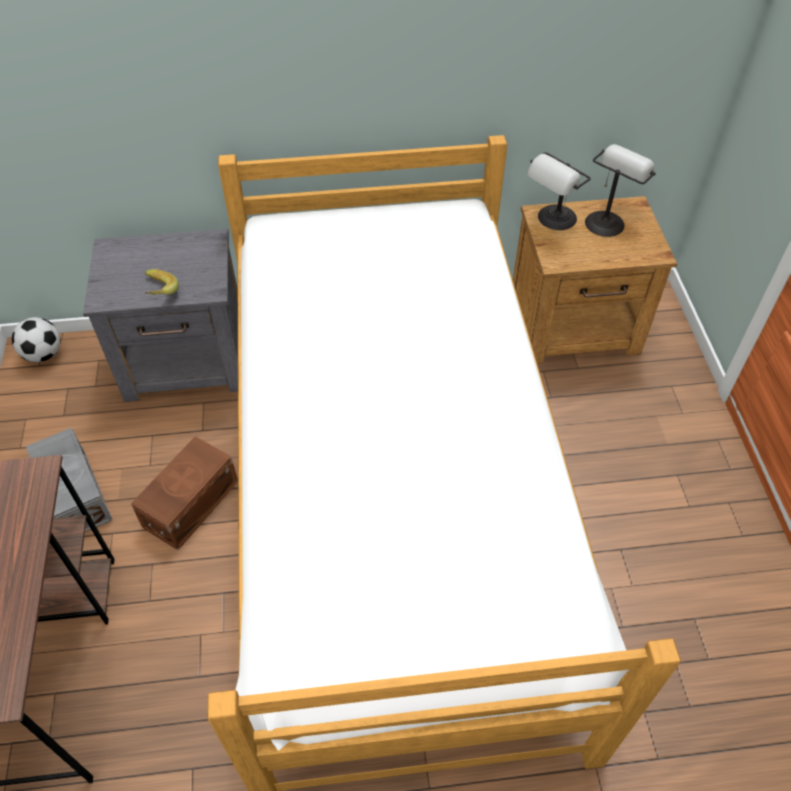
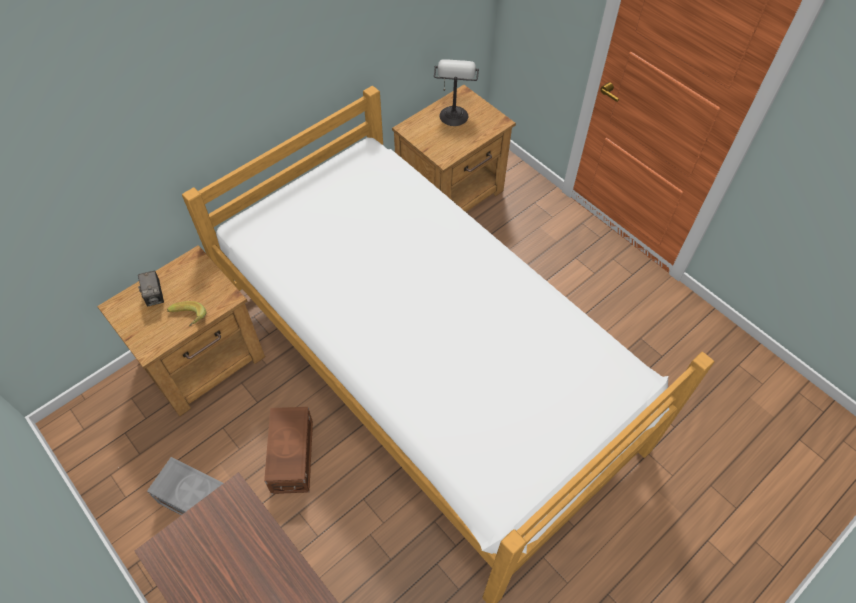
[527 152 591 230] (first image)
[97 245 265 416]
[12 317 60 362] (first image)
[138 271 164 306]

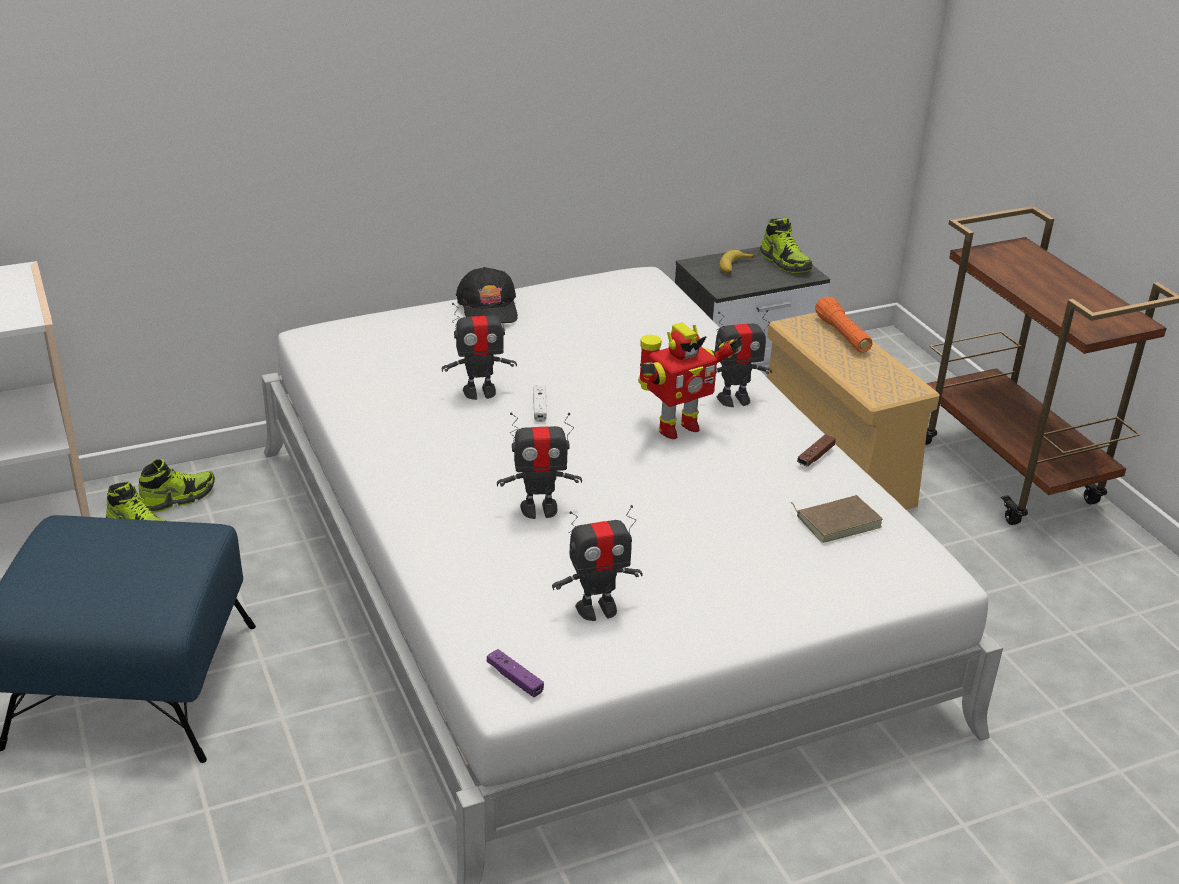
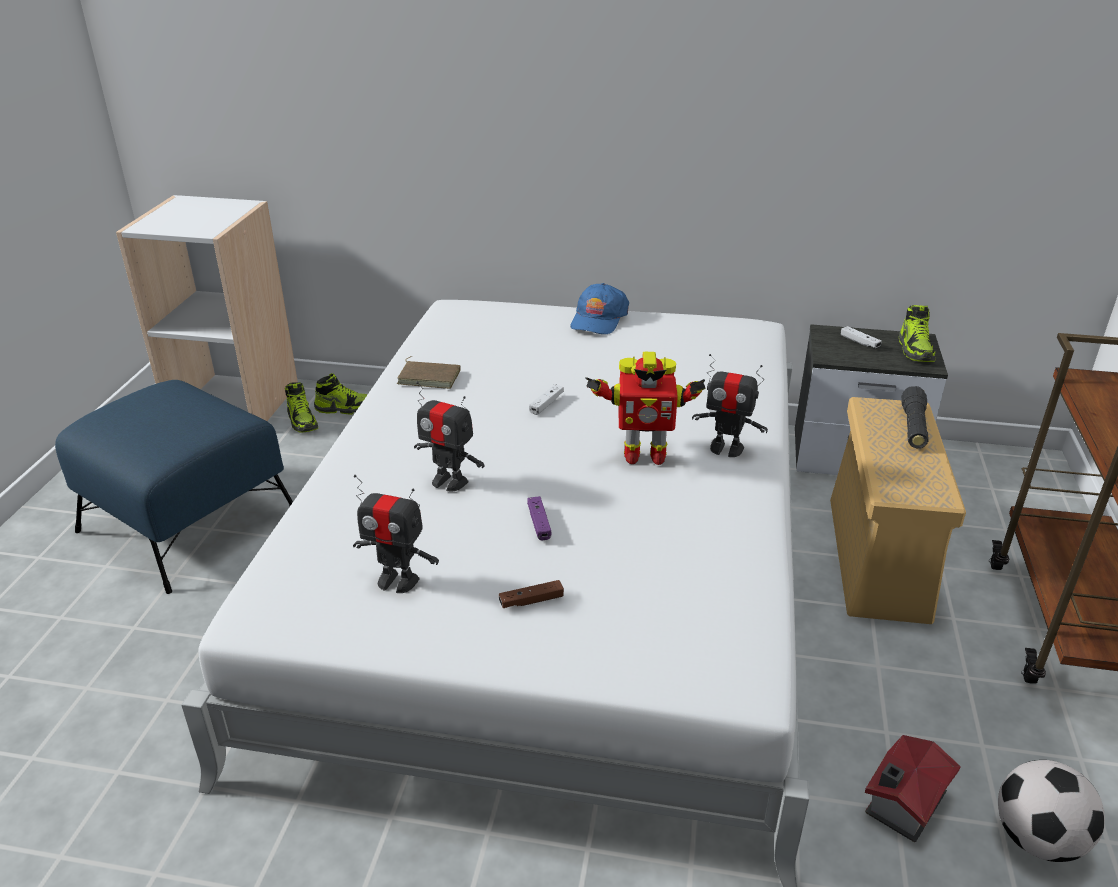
[841 326 882 348]
[571 283 629 334]
[901 386 929 448]
[441 302 517 400] (first image)
[499 580 564 608]
[397 356 461 389]
[527 496 551 540]
[865 735 961 842]
[998 760 1105 862]

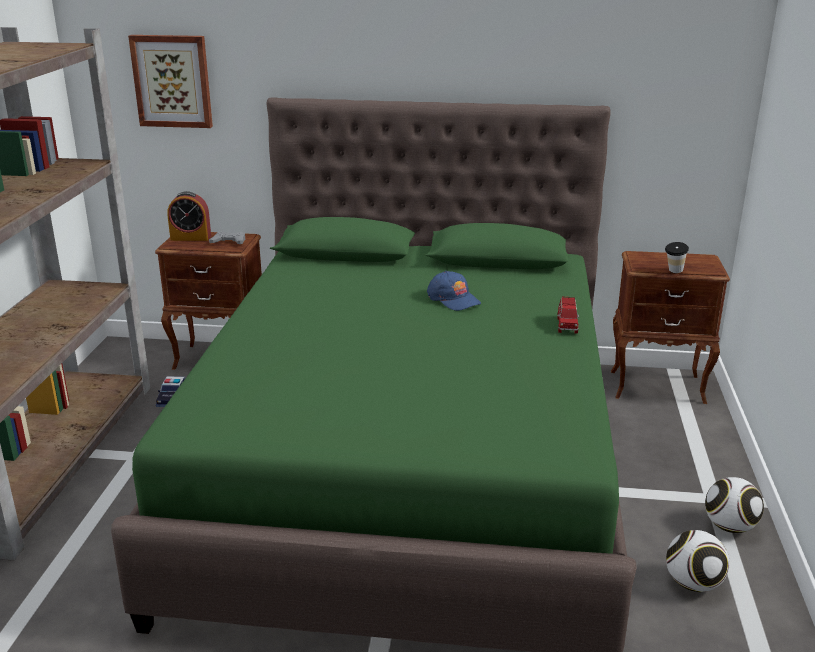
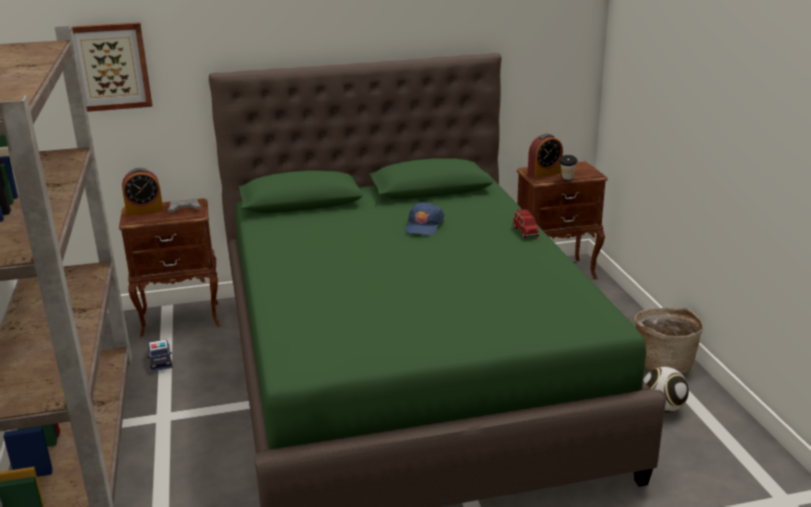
[405 202 444 236]
[634 308 703 374]
[528 134 563 178]

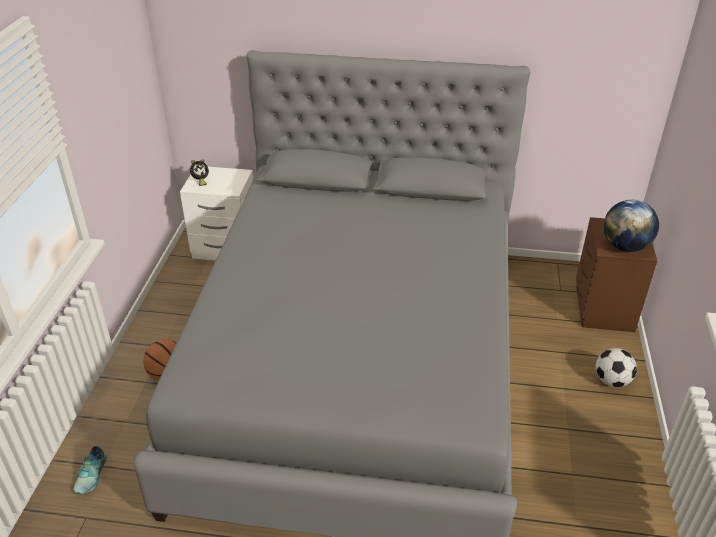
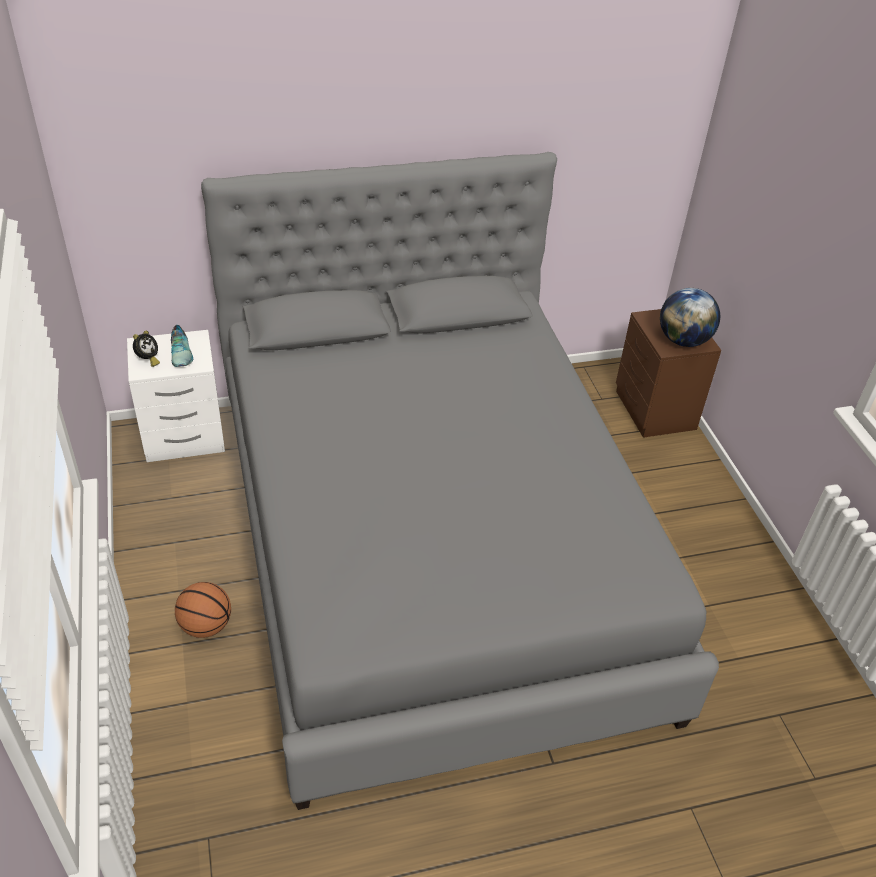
[596 348 637 387] (first image)
[171 325 193 367]

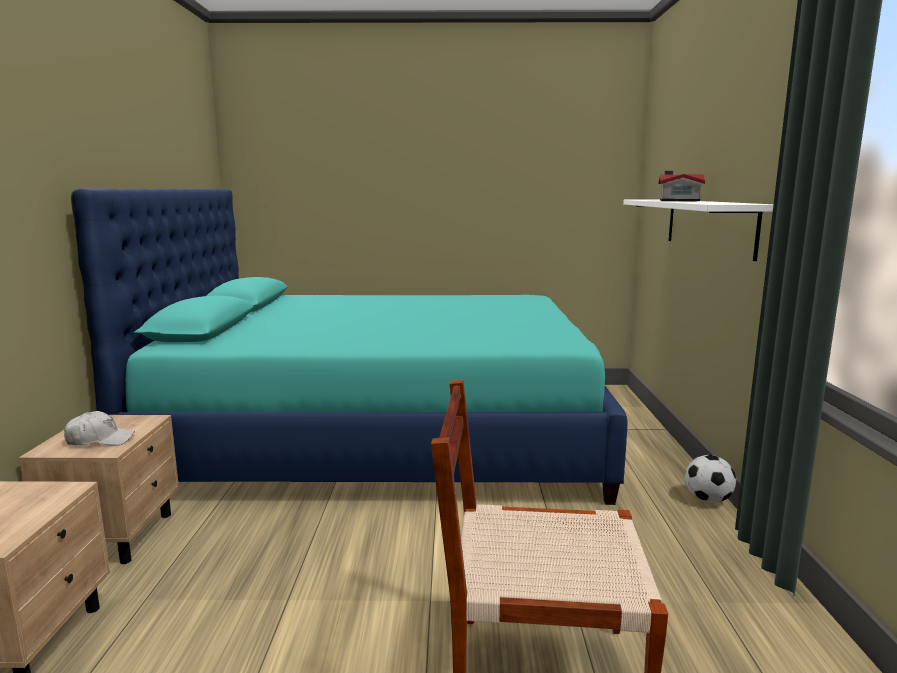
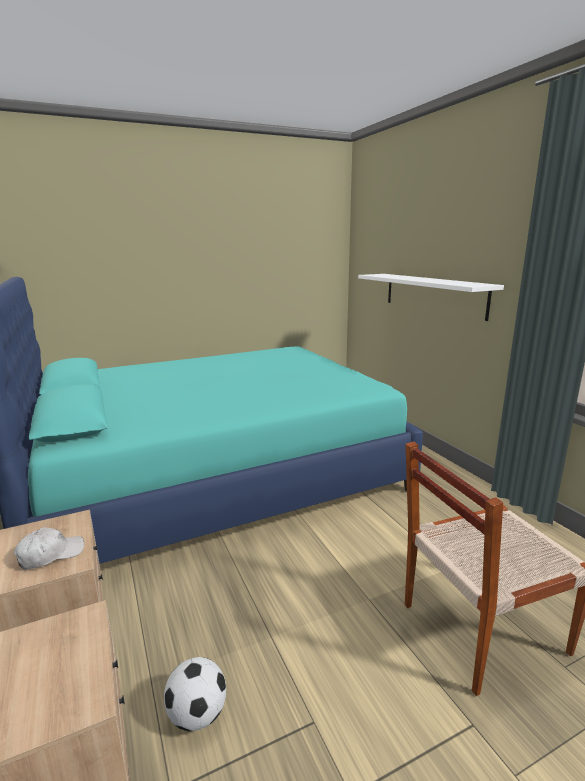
[659 171 705 201] (first image)
[164 657 226 731]

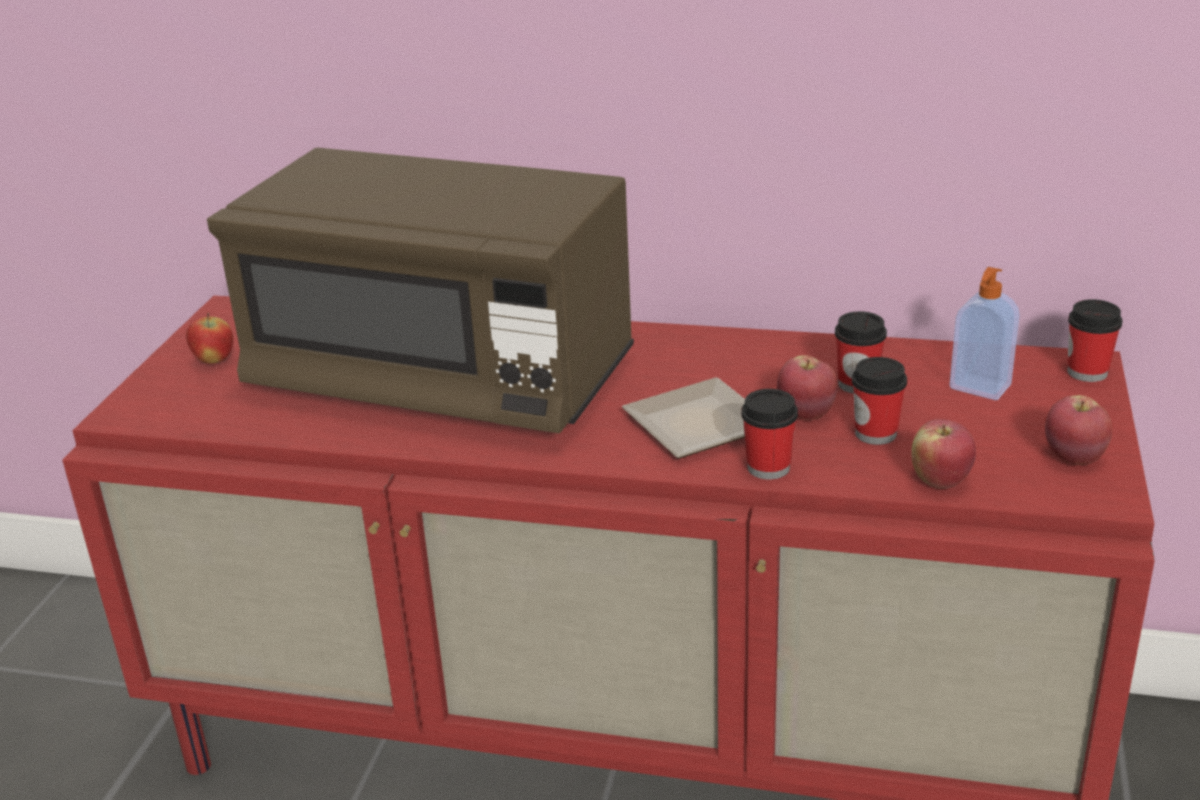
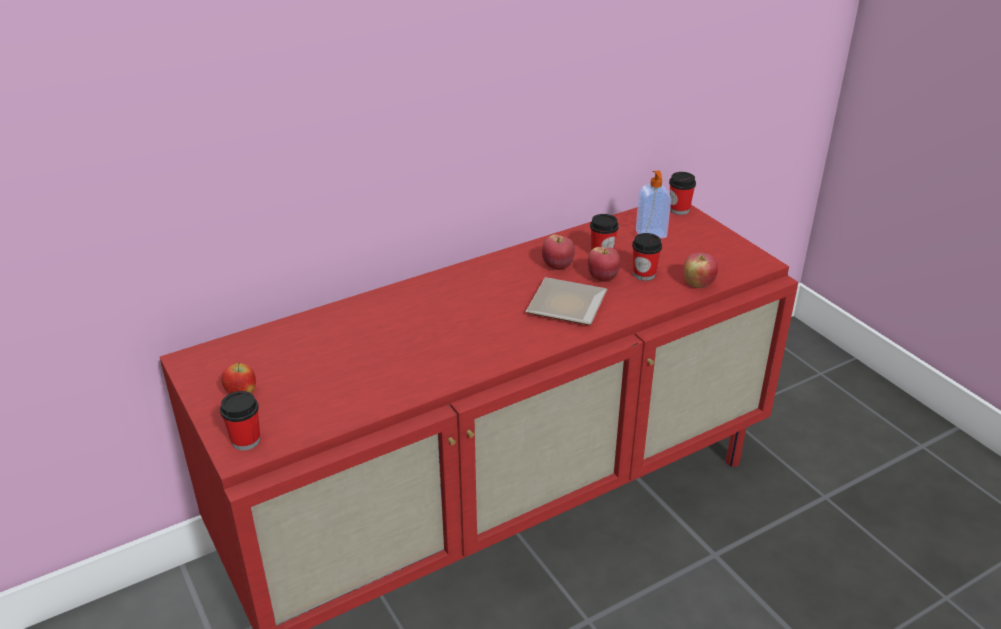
[207 148 634 433] (first image)
[220 391 260 450]
[542 235 575 270]

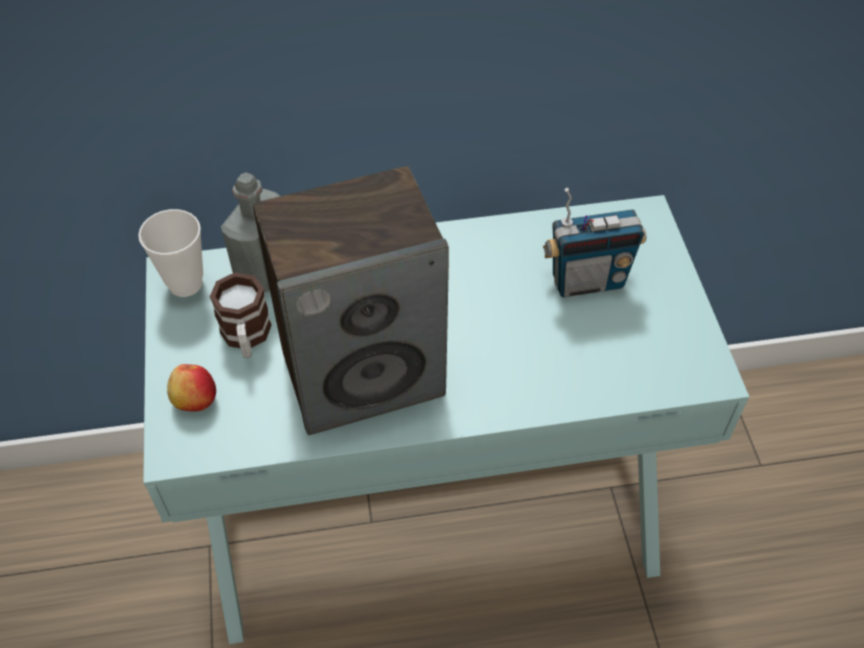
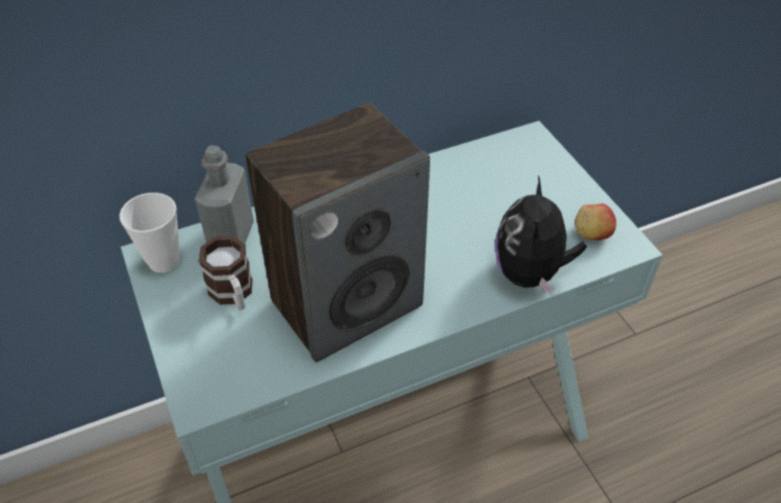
[543 188 647 297] (first image)
[575 204 616 240]
[495 176 587 295]

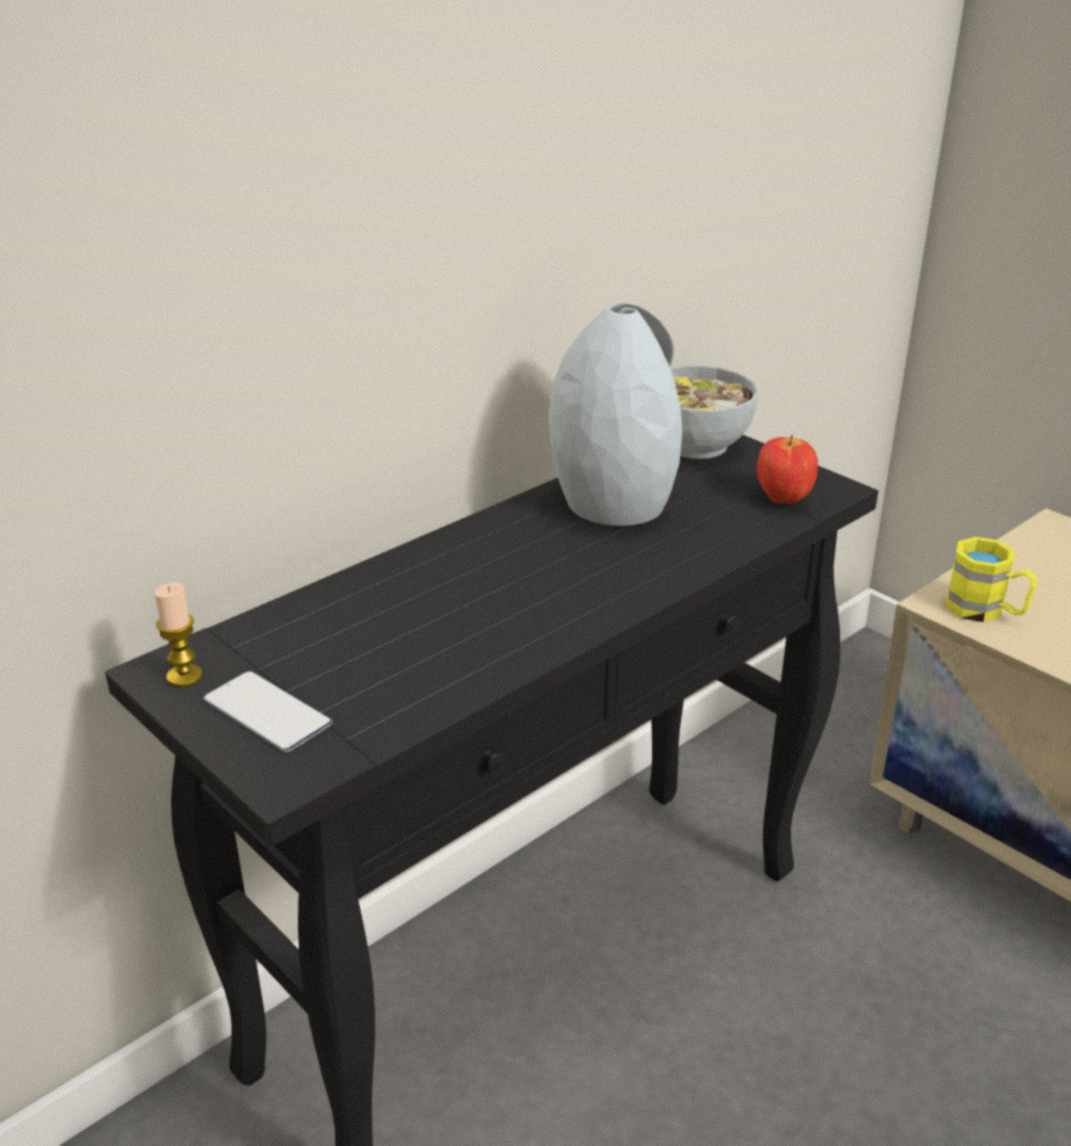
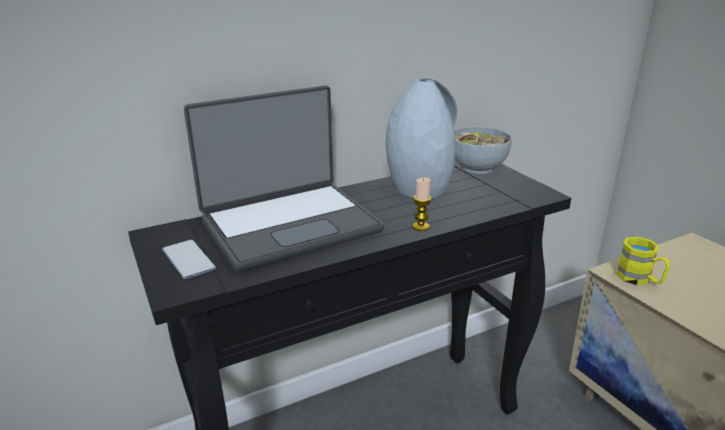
[757 435 818 504] (first image)
[412 178 432 231]
[184 85 384 272]

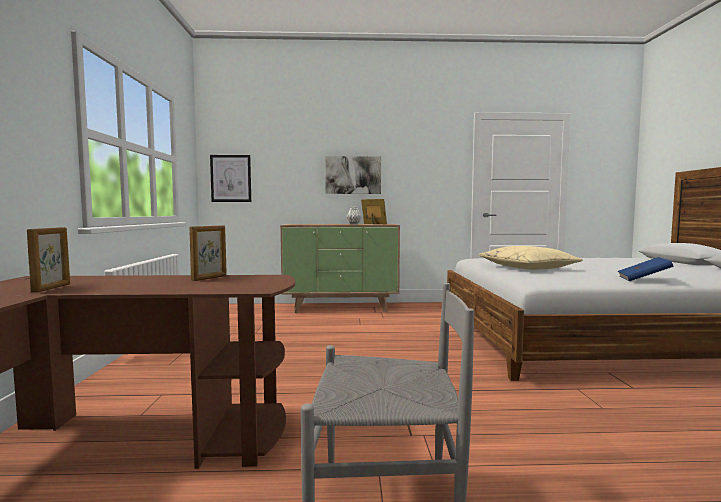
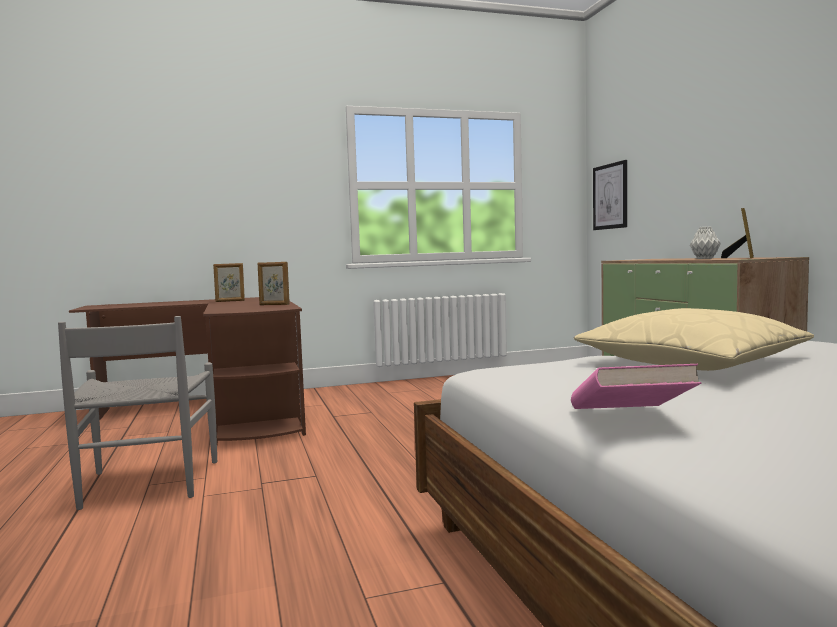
[325 156 381 194] (first image)
[571 364 701 409]

